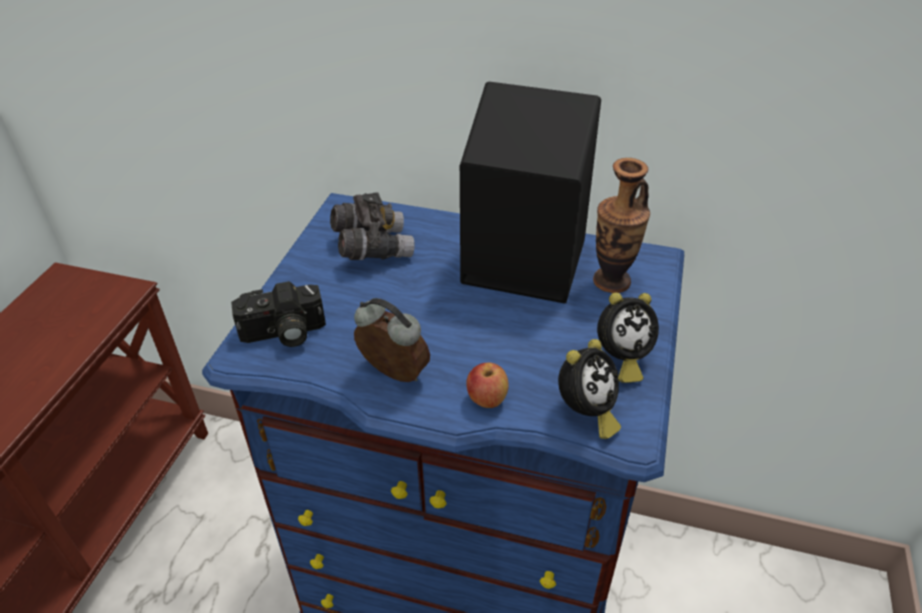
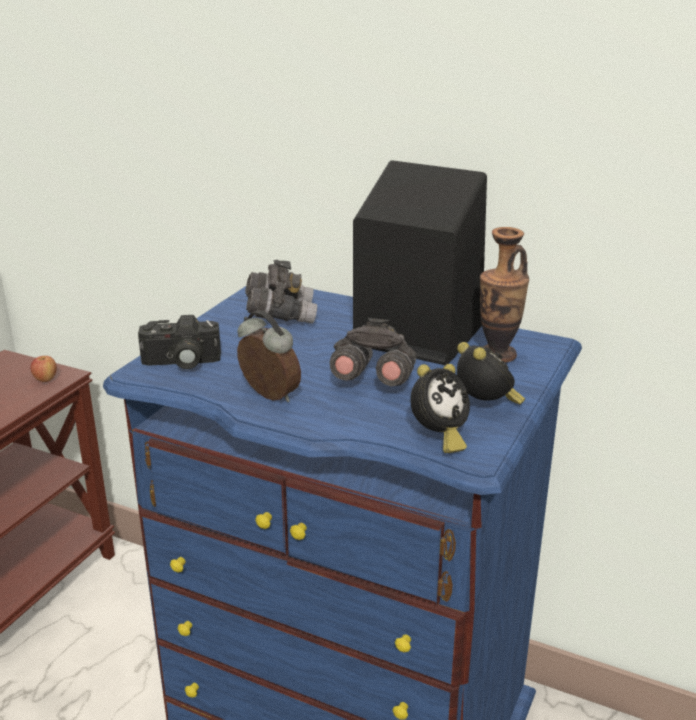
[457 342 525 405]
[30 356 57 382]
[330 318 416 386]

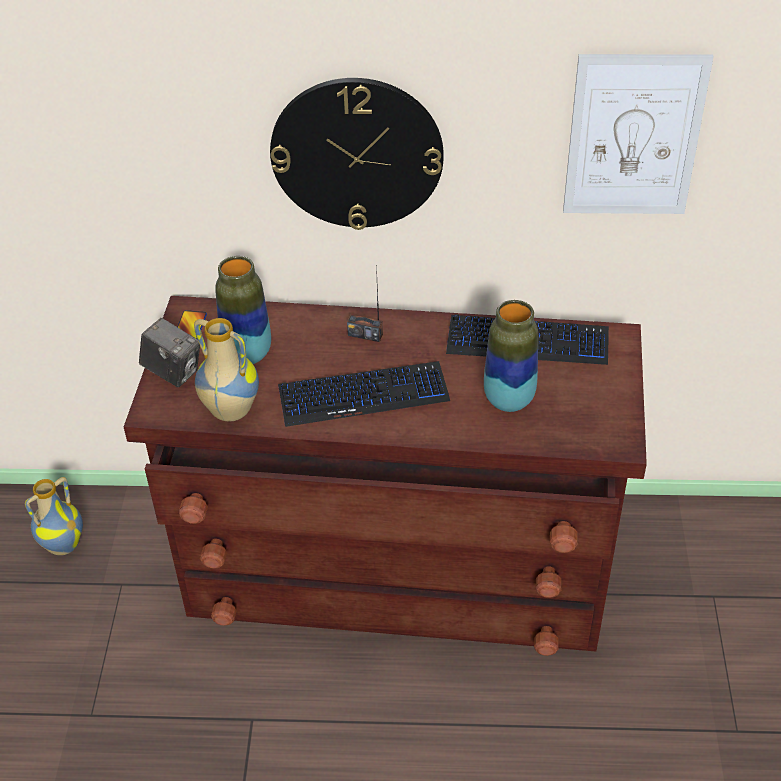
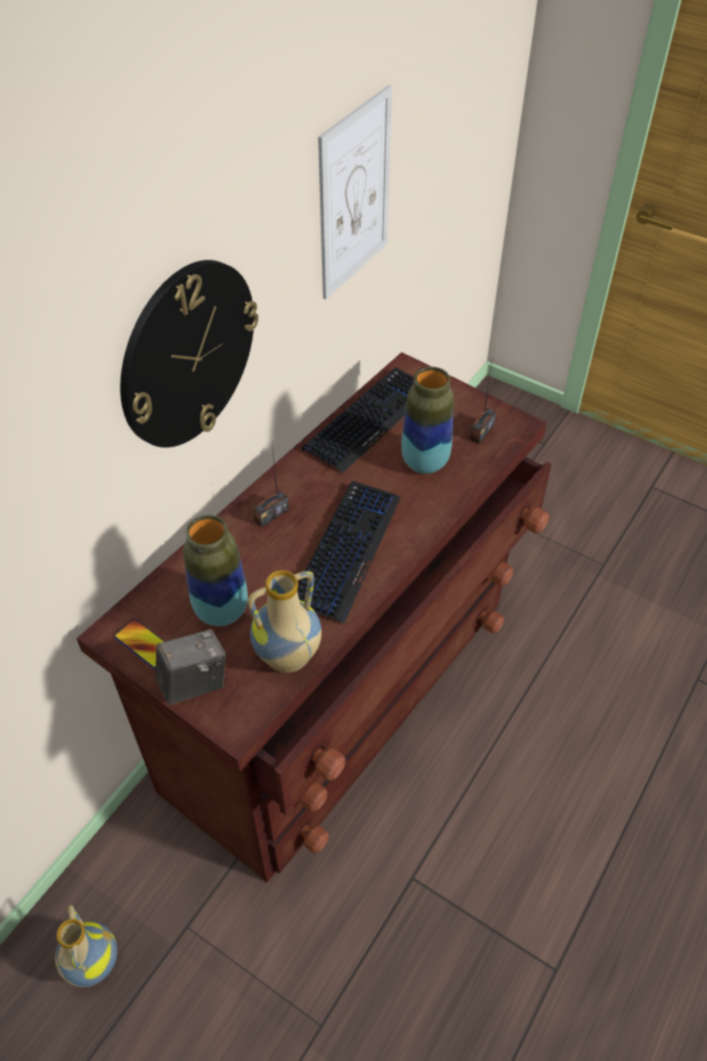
[469 356 496 444]

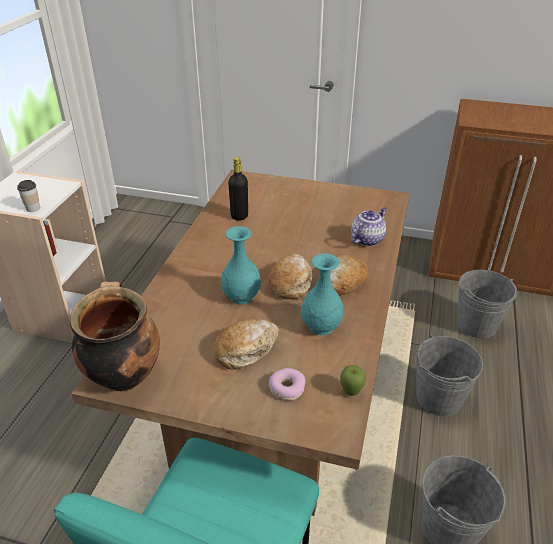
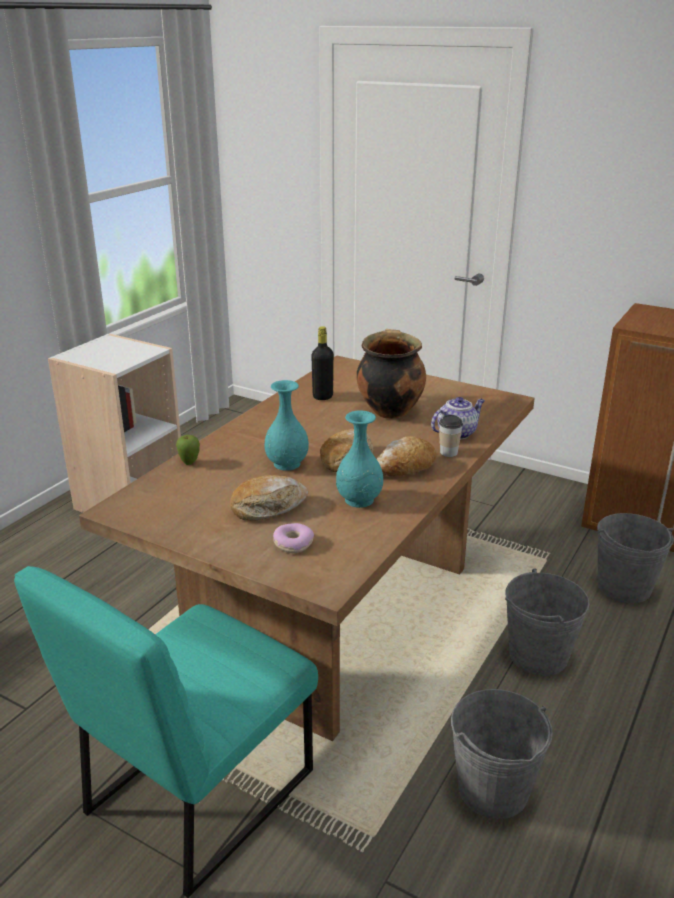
[439 415 463 457]
[357 329 426 419]
[176 435 200 465]

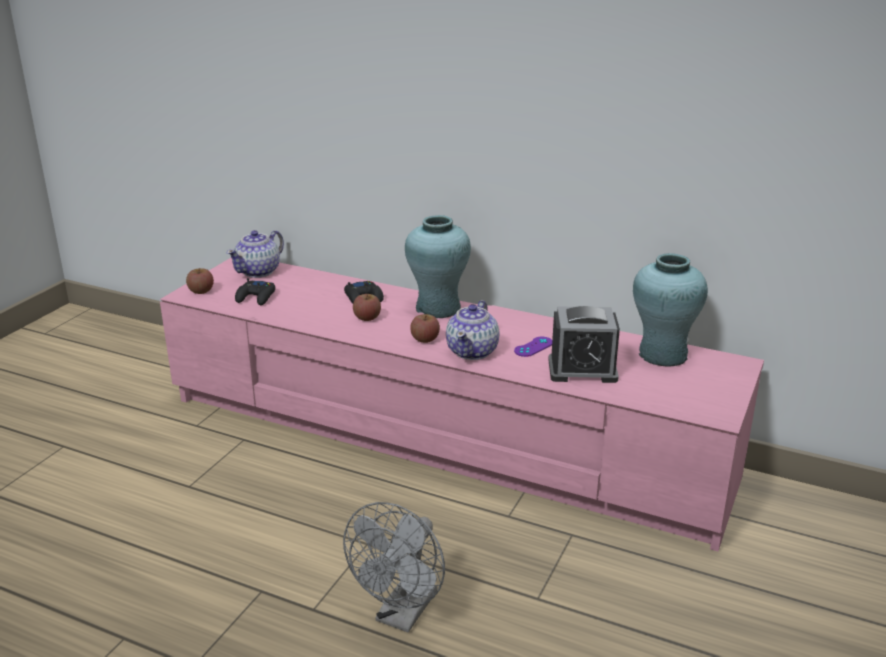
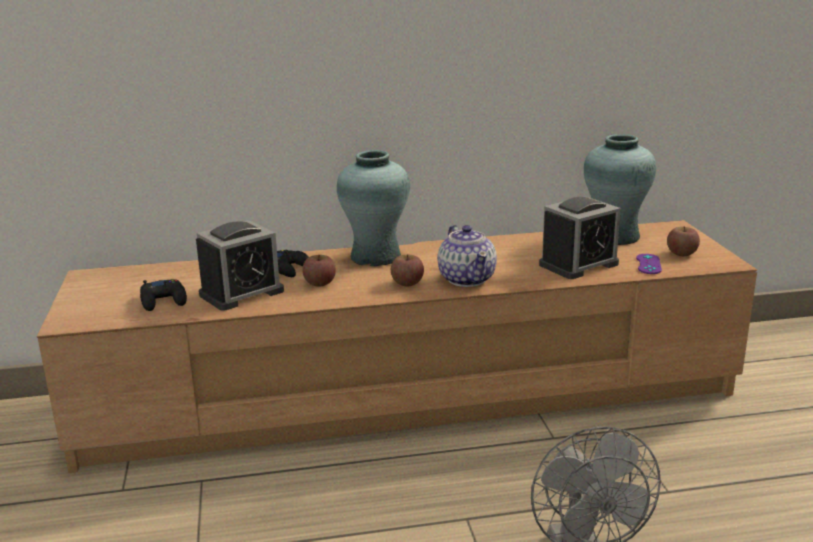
[227 230 284 278] (first image)
[37 220 757 473]
[667 226 700 256]
[636 254 662 274]
[196 220 284 311]

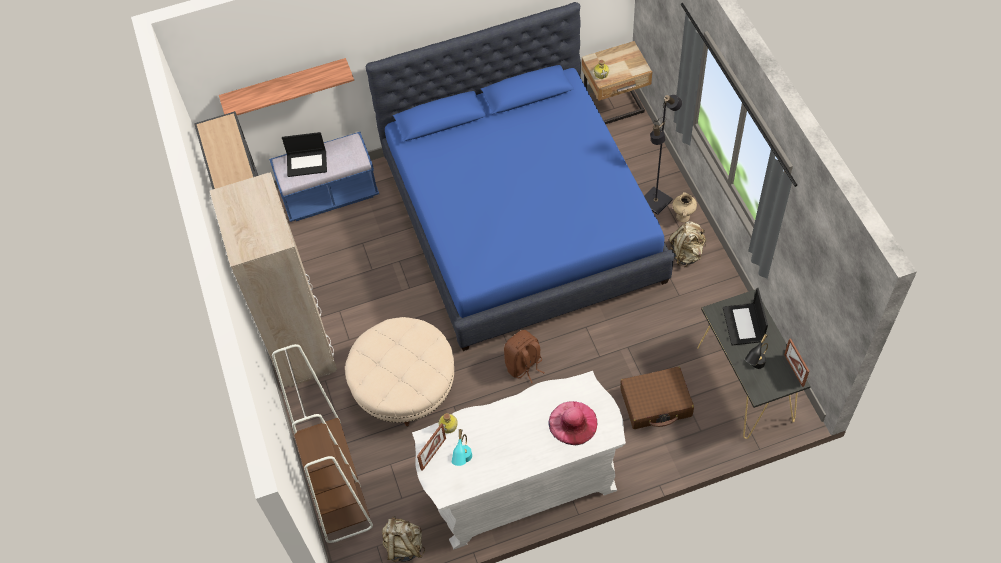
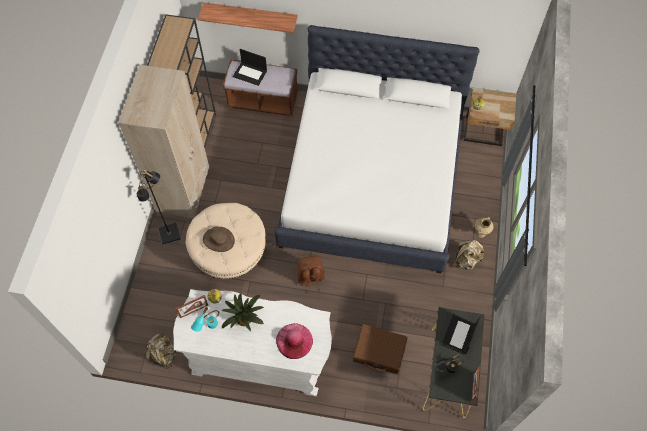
[275 25 480 273]
[137 169 181 245]
[223 59 298 116]
[272 344 373 543] (first image)
[203 227 235 252]
[222 294 264 331]

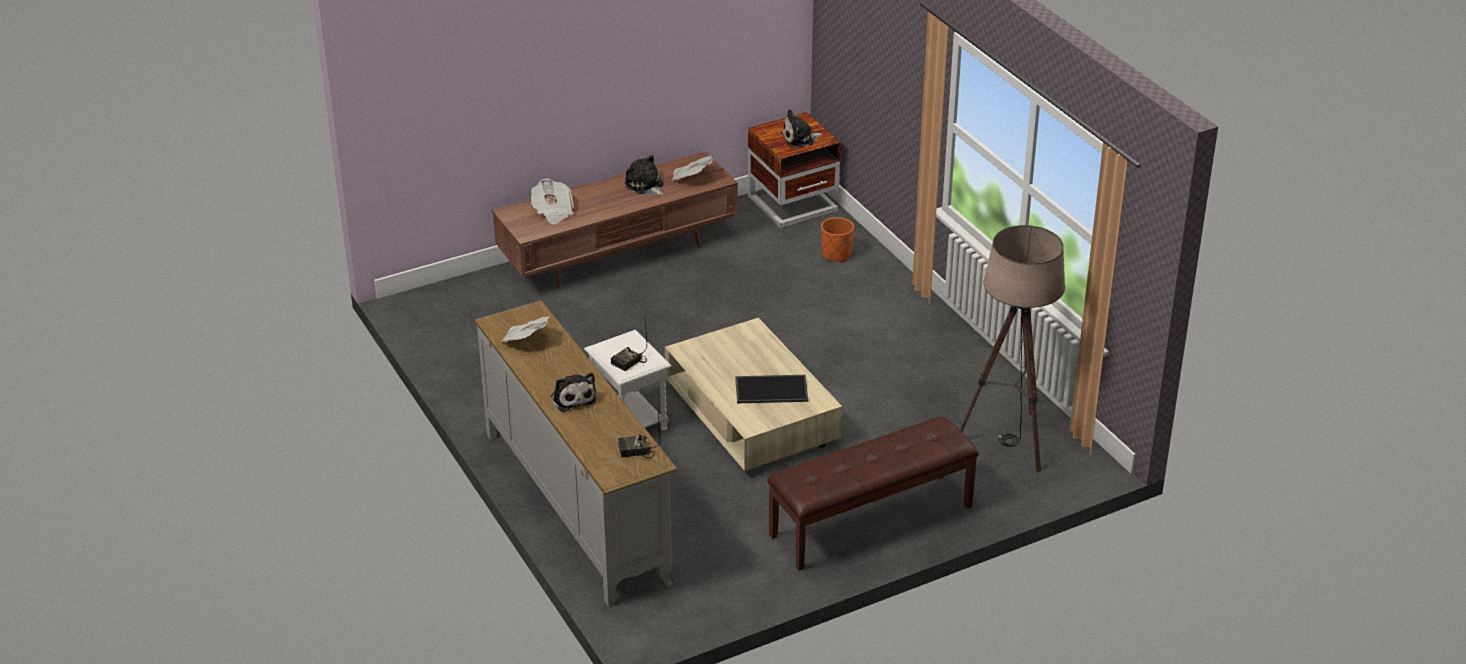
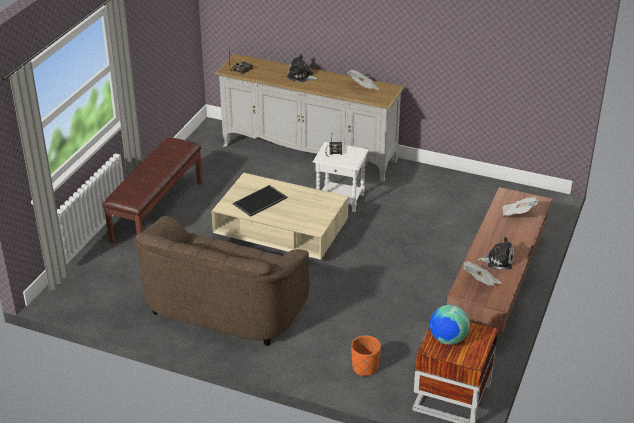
[430 305 470 345]
[960 225 1065 472] (first image)
[133 216 309 346]

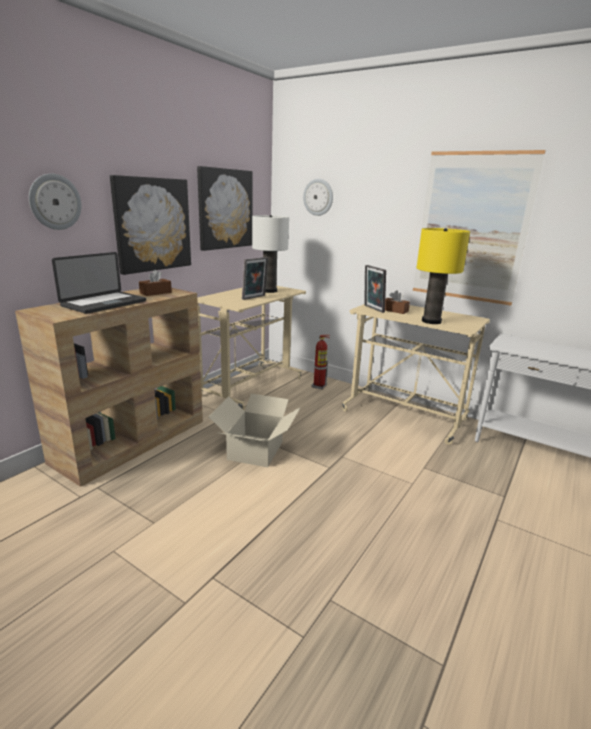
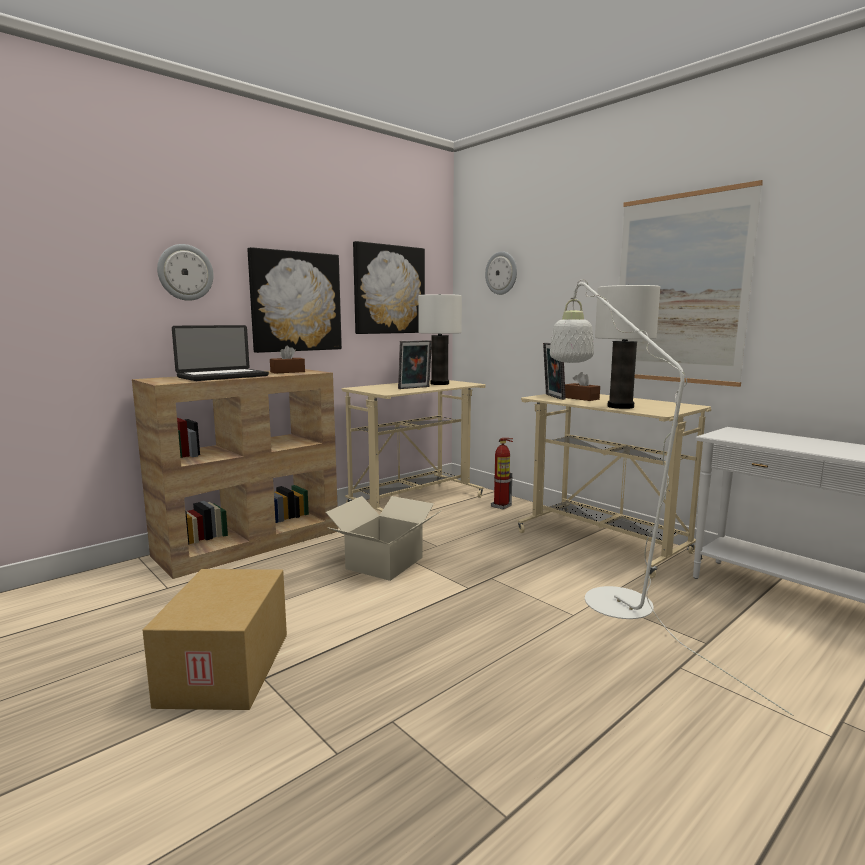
[595 285 660 409]
[550 279 793 716]
[143 569 287 710]

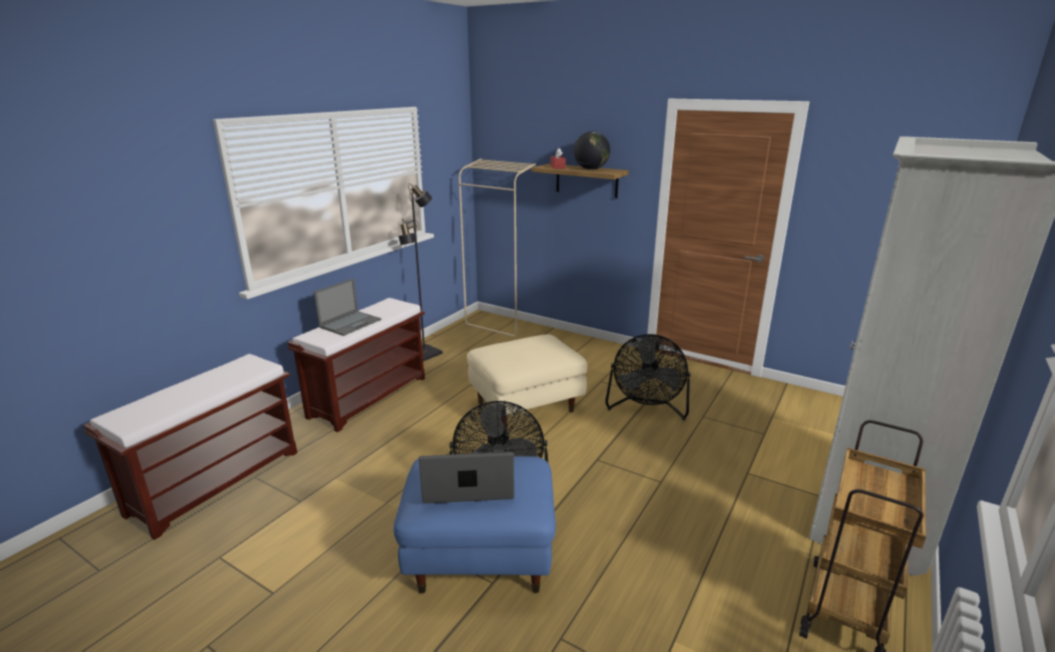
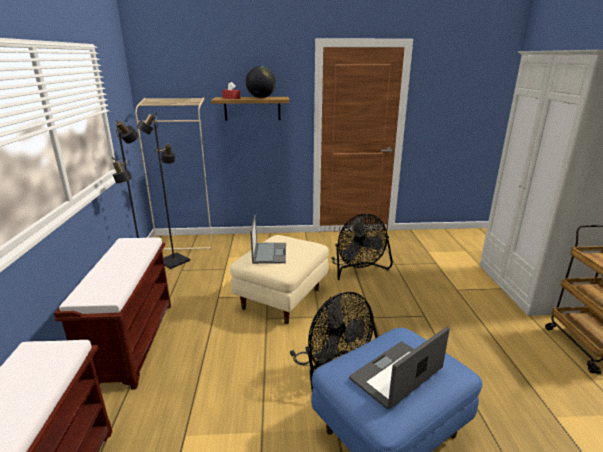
[250 215 286 264]
[137 112 190 269]

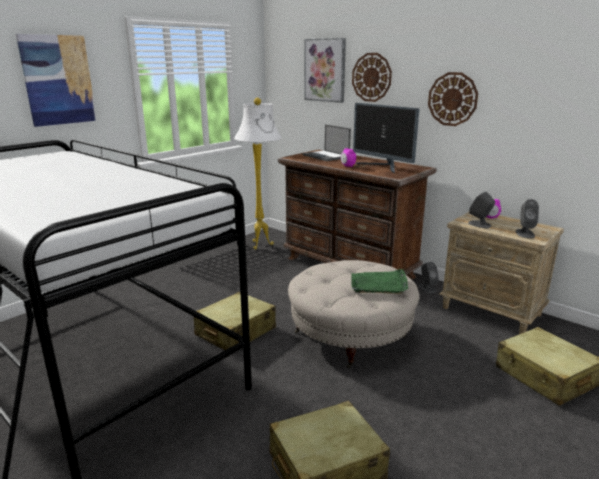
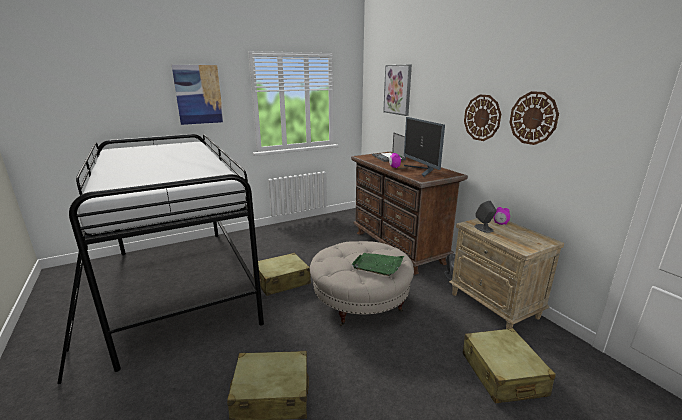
[509 91 559 145]
[234 98 282 250] (first image)
[515 199 539 238] (first image)

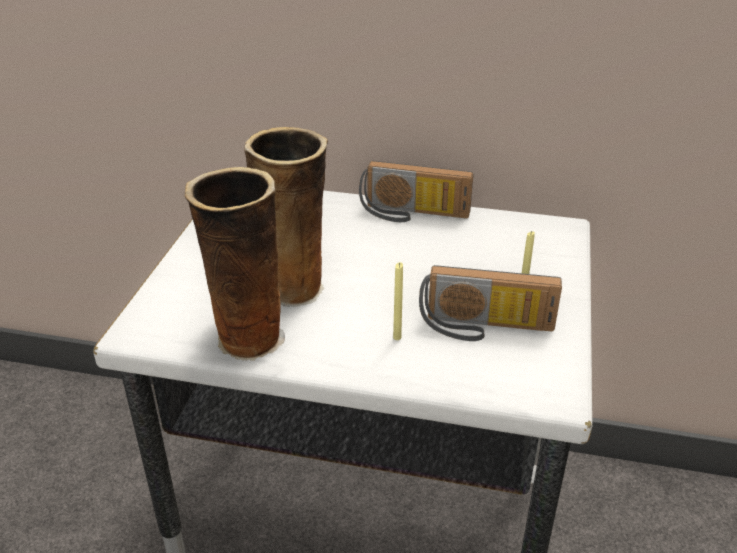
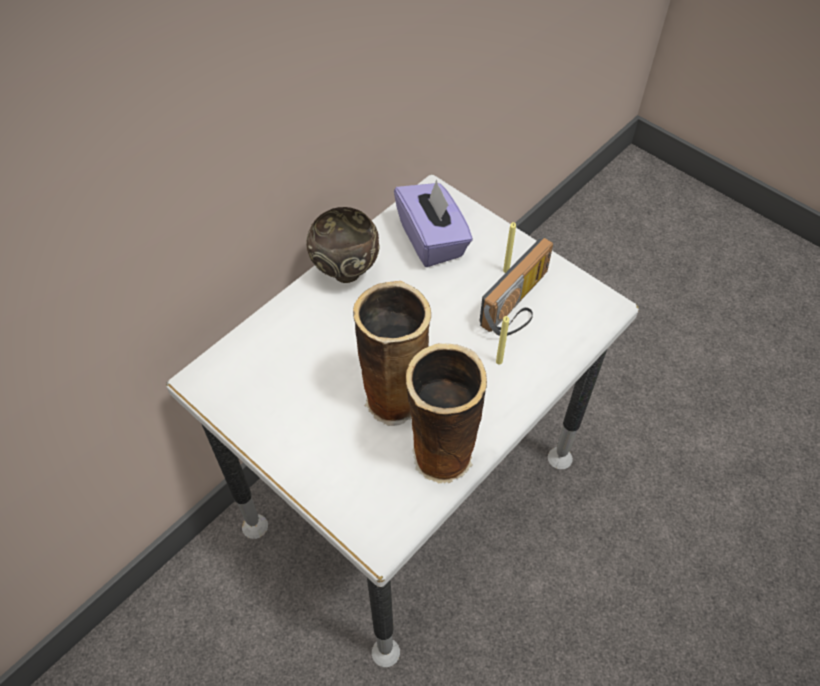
[306 207 380 283]
[394 180 473 267]

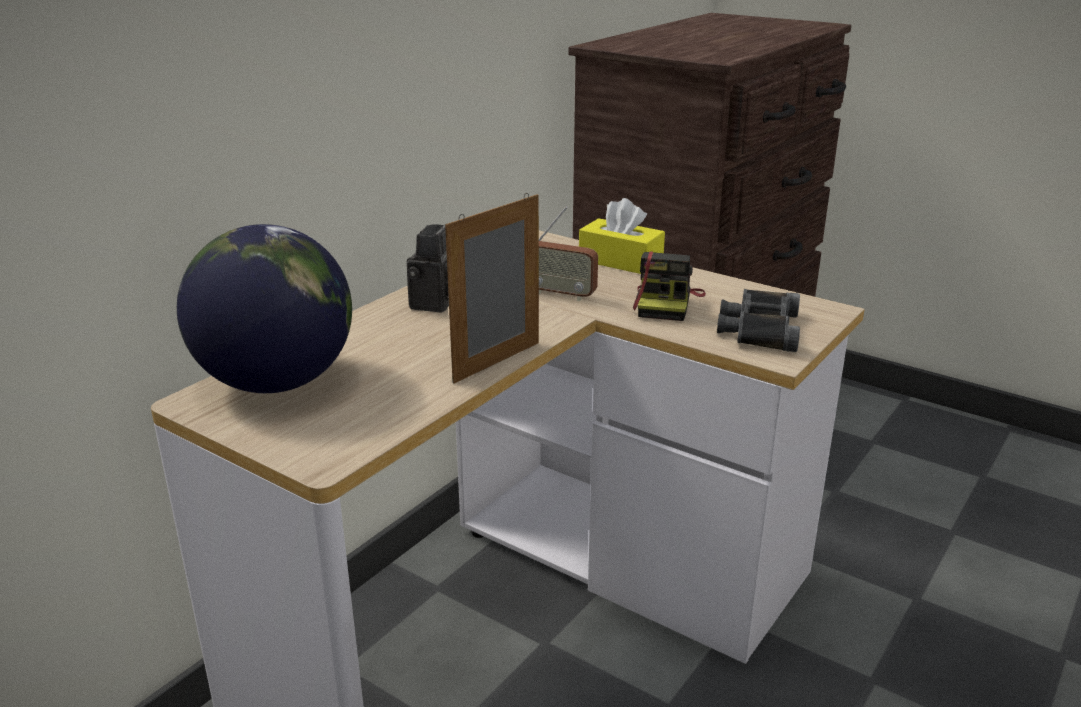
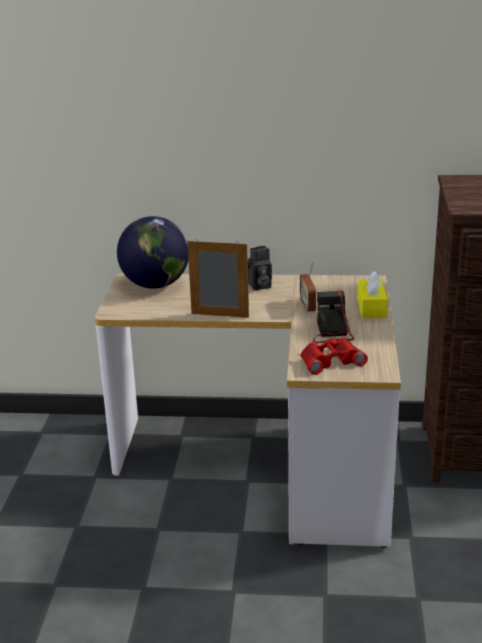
[313 291 354 344]
[301 338 368 375]

